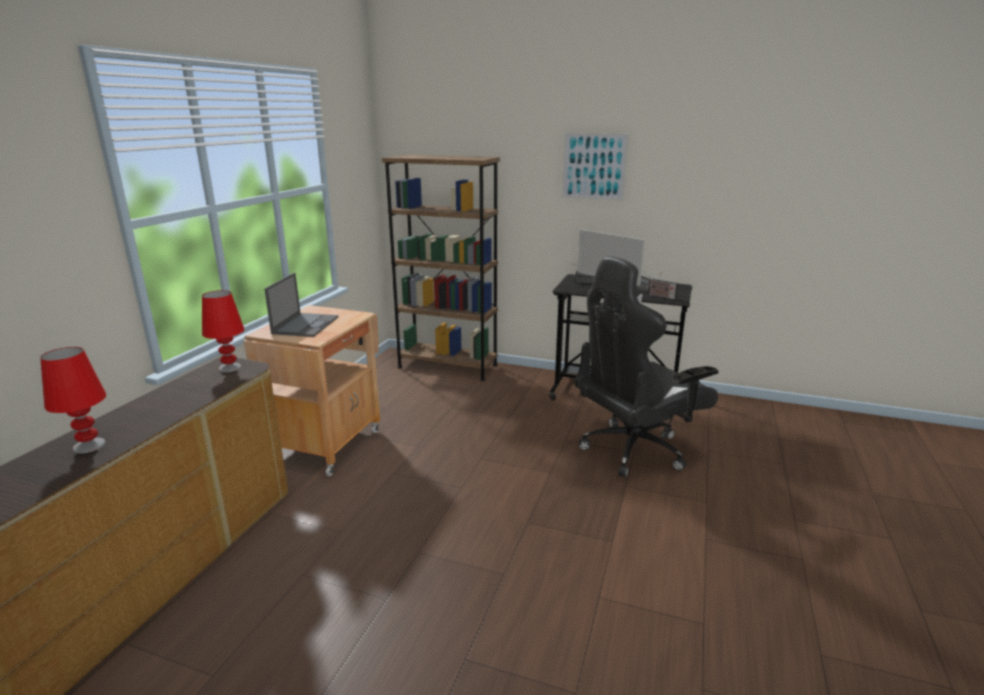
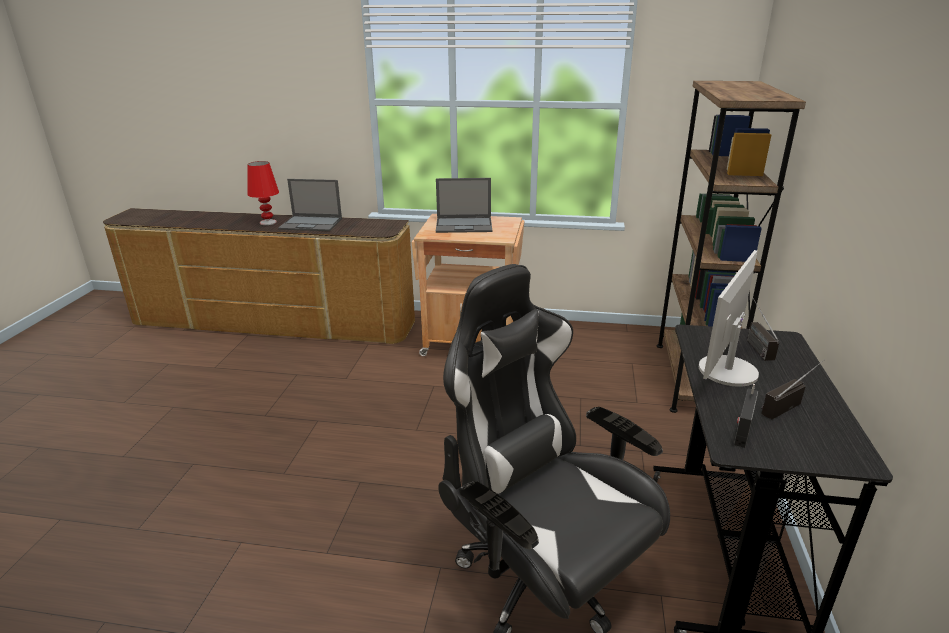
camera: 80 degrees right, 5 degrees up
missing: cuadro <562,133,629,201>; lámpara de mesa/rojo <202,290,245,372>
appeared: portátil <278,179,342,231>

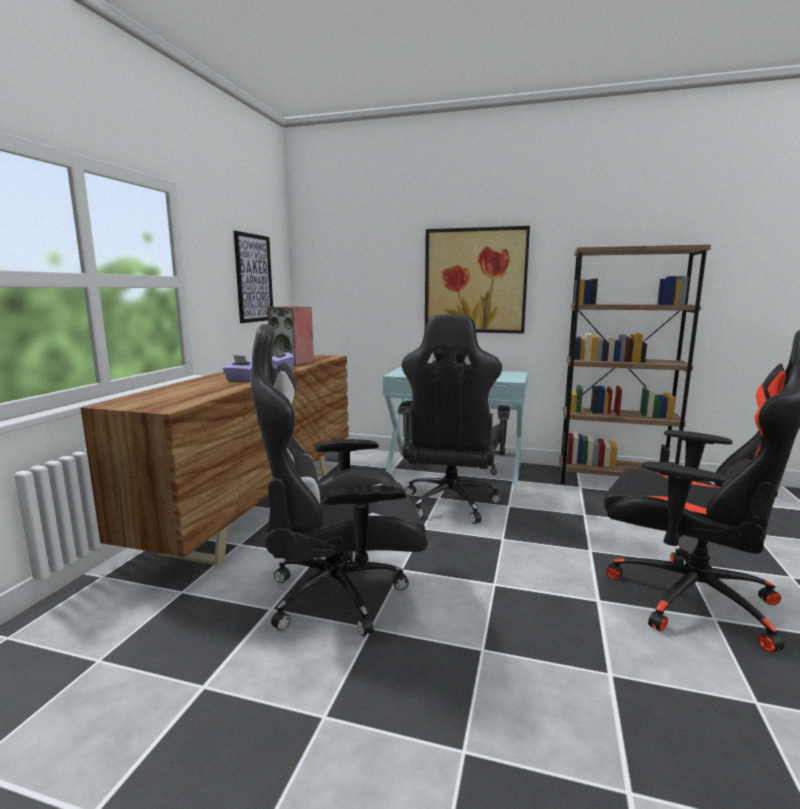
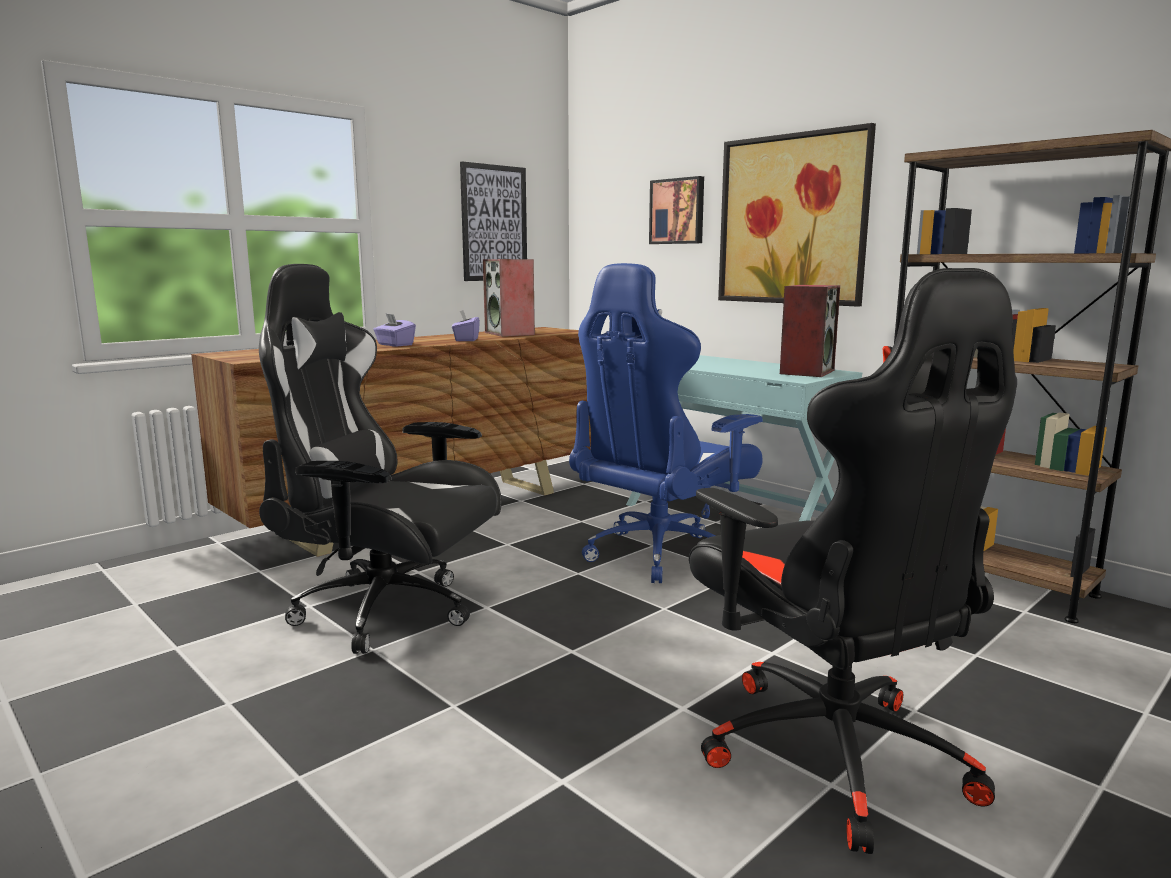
camera: 30 degrees right, 0 degrees up
appeared: cuadro <649,176,704,244>; altavoz <780,285,840,377>
colour: silla de oficina/negro <398,314,510,524> to silla de oficina/azul <569,263,763,583>

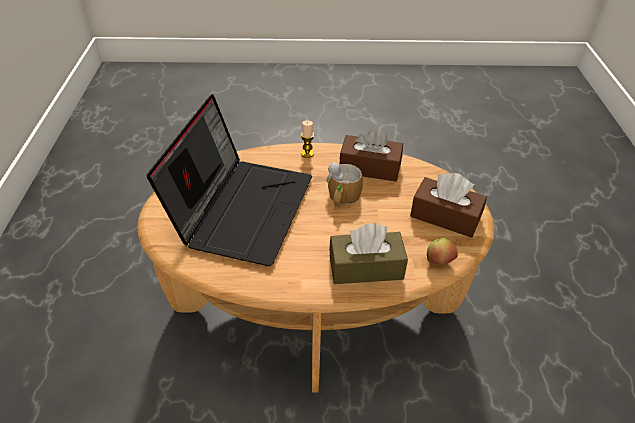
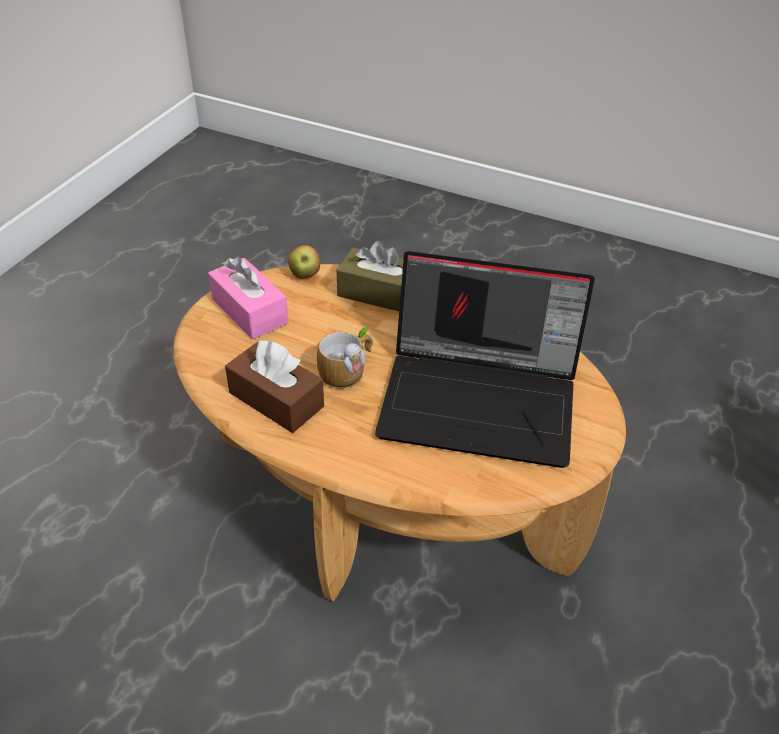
camera: 155 degrees left, 0 degrees up
missing: vela <301,121,314,158>
colour: caja de pañuelos/marrón <410,173,487,238> to caja de pañuelos/rosa <208,257,289,340>
spun: portátil <147,94,312,266> = <375,251,595,468> 120 degrees counterclockwise

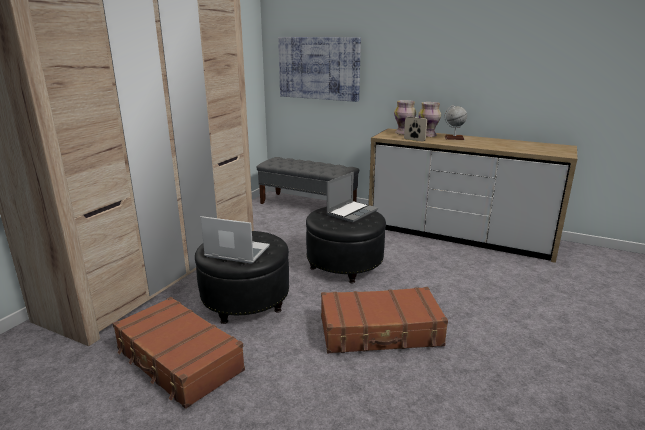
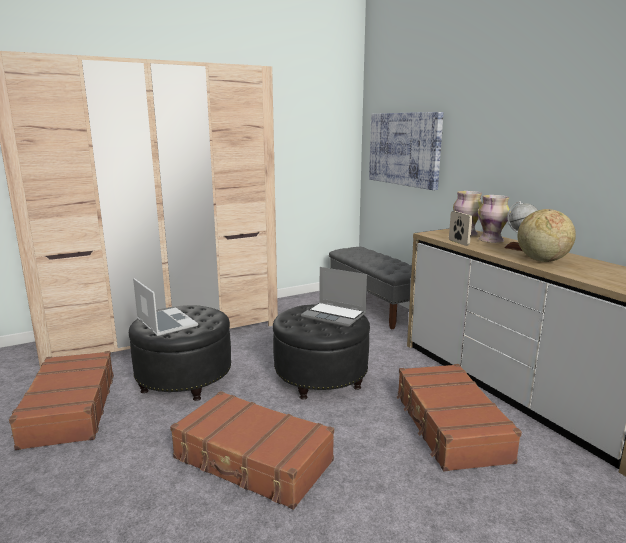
camera: 35 degrees right, 5 degrees down
appeared: globo terráqueo <518,209,576,262>; maleta/marrón <397,364,522,472>
spun: portátil <326,172,378,222> = <301,267,367,327> 45 degrees clockwise

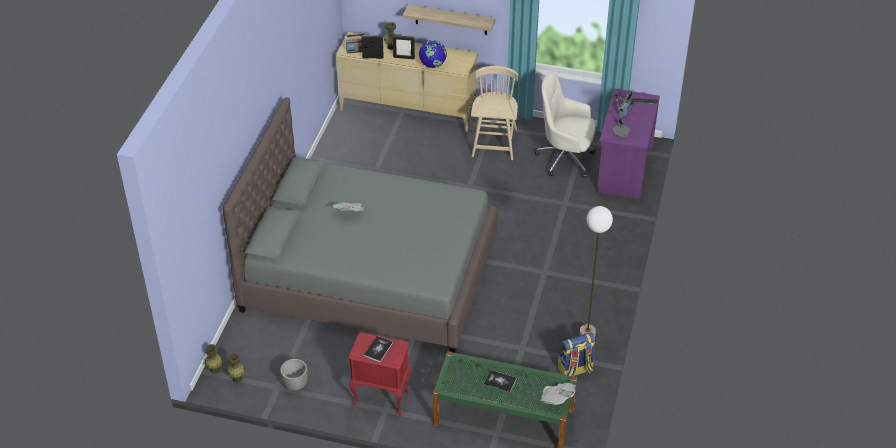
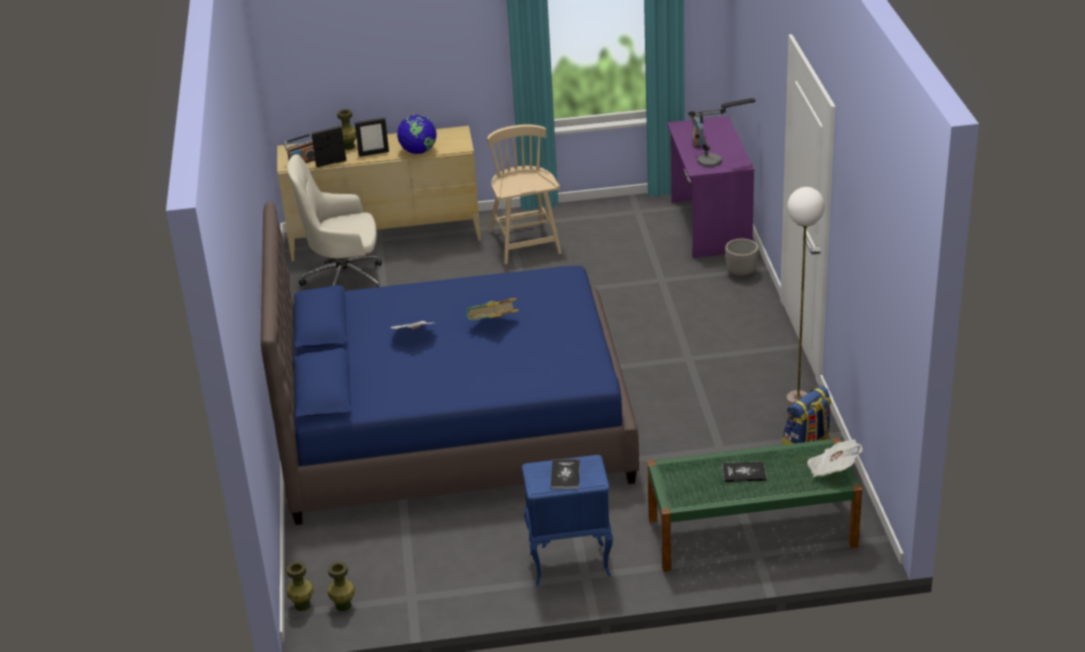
camera: 20 degrees left, 10 degrees down
missing: estante <403,4,495,35>
appeared: libro <466,298,518,321>
relocated: silla de oficina/beis <535,71,596,178> to <287,155,382,287>; maceta <280,359,308,390> to <725,239,759,277>
colour: cama/gris <222,97,497,353> to cama/azul <261,201,639,525>; mesita de noche/rojo <349,332,411,416> to mesita de noche/azul <522,455,613,586>

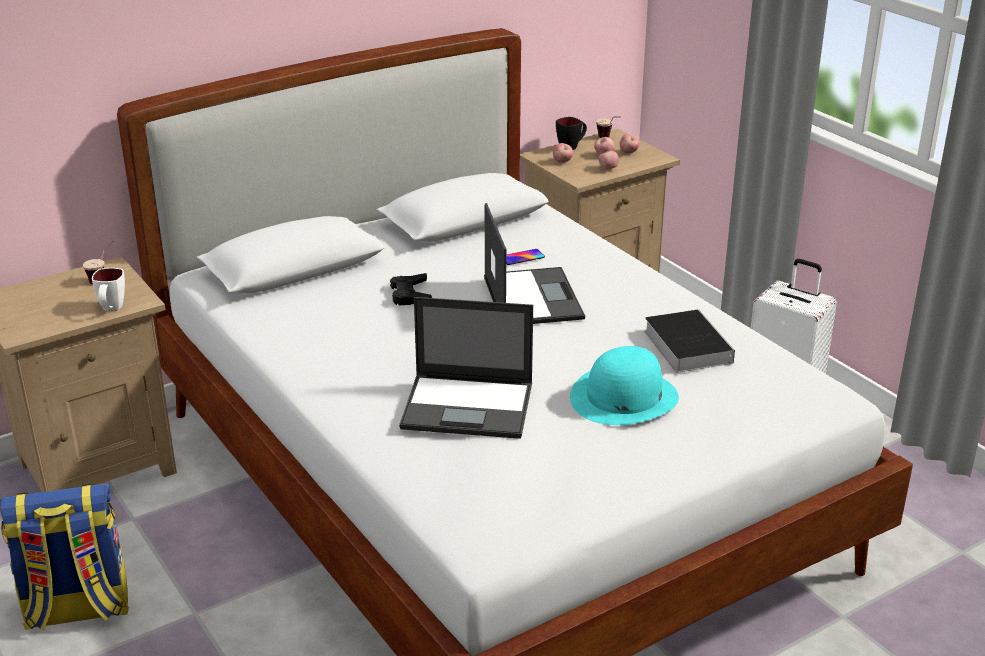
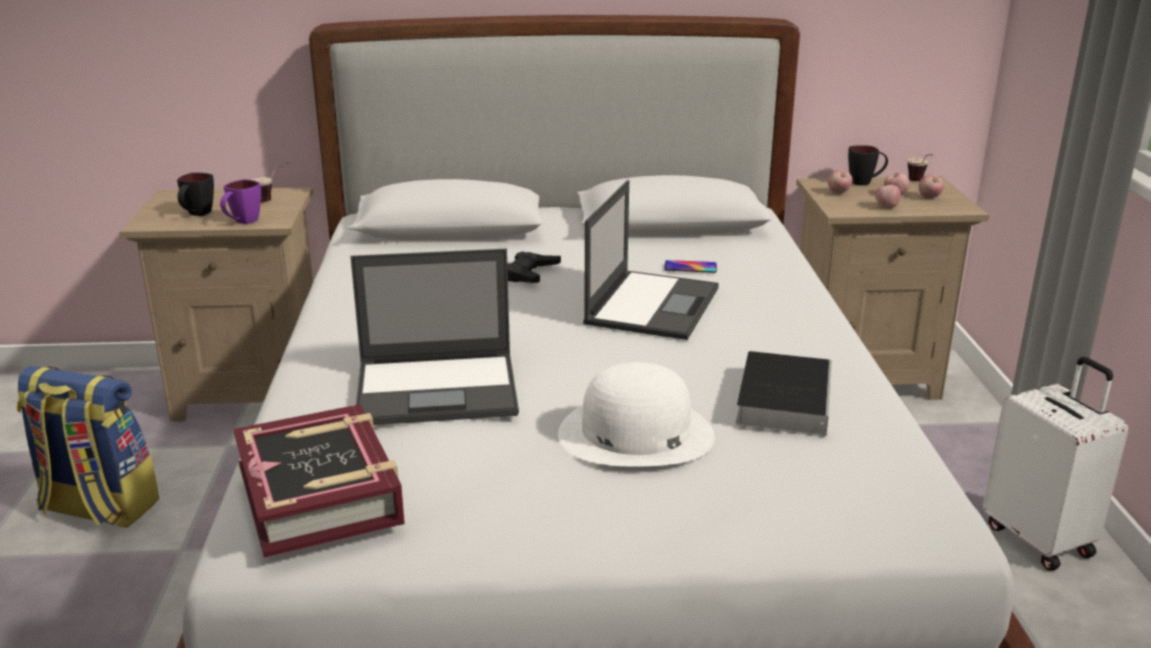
camera: 30 degrees right, 5 degrees down
appeared: taza grande/negro <177,173,214,216>; libro <234,404,405,558>
colour: taza grande/blanco <92,268,125,311> to taza grande/morado <220,179,261,224>; sombrero/turquesa <570,346,679,425> to sombrero/blanco <558,362,714,467>
spun: portátil <399,297,533,439> = <350,249,519,425> 45 degrees counterclockwise

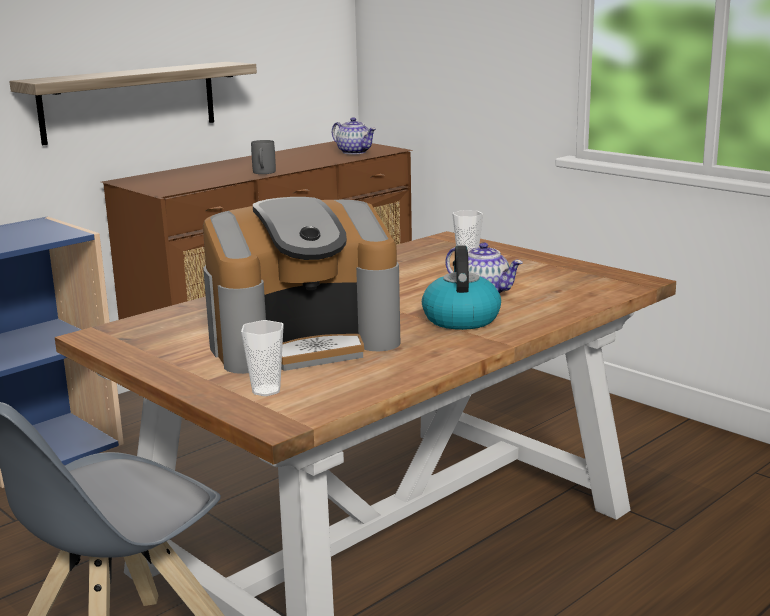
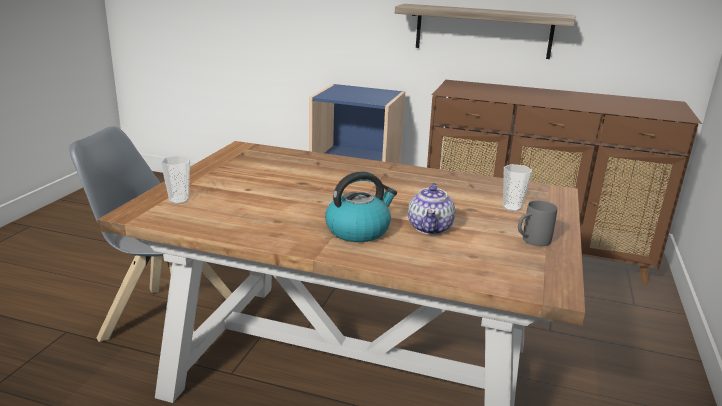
camera: 60 degrees right, 5 degrees up
missing: tetera <332,117,376,154>; cafetera <203,197,400,374>
relocated: taza grande/gris <251,140,276,174> to <518,201,557,246>

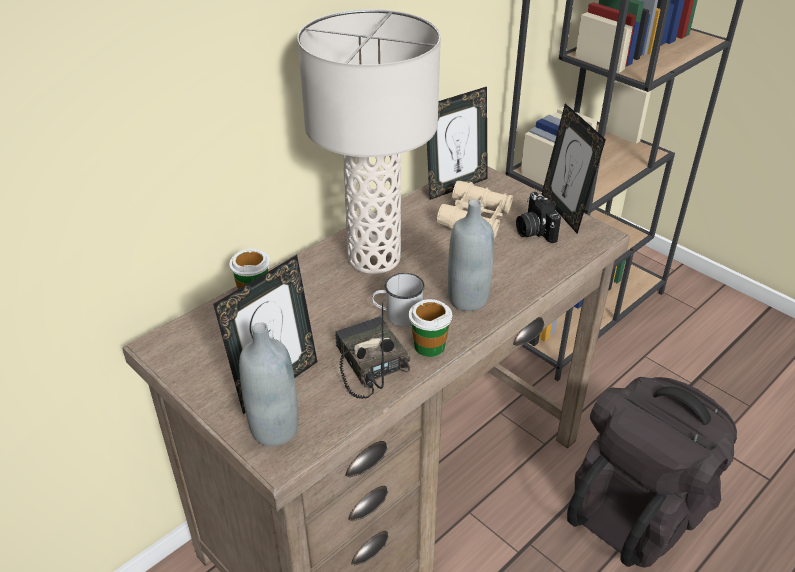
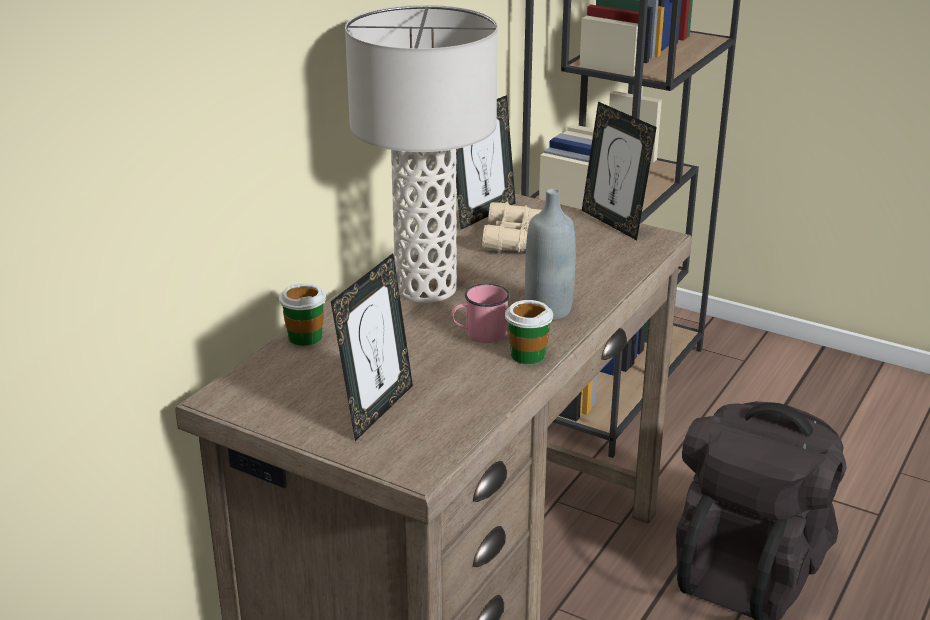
camera: 15 degrees left, 10 degrees down
missing: cámara <516,192,561,243>; radio <335,303,410,399>; botella/gris <239,323,298,446>
colour: taza grande/blanco <372,273,425,327> to taza grande/rosa <451,284,510,343>

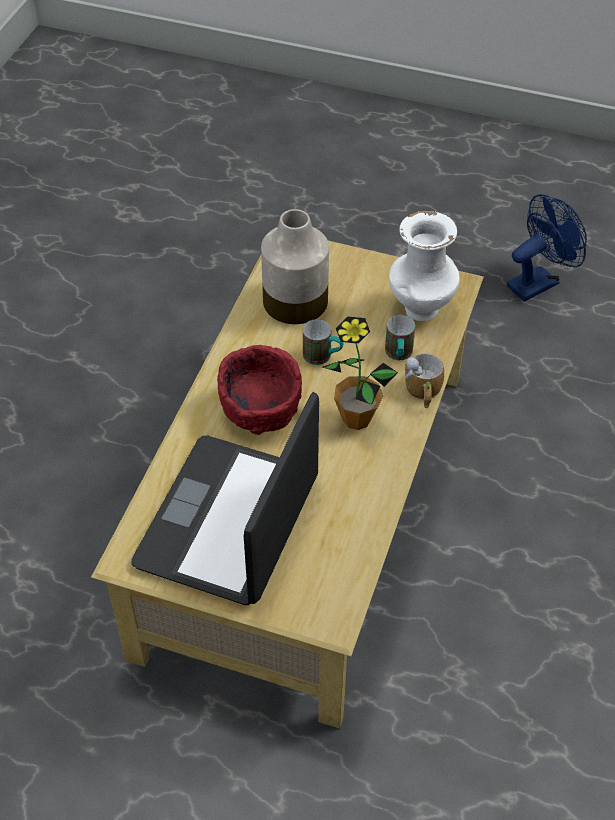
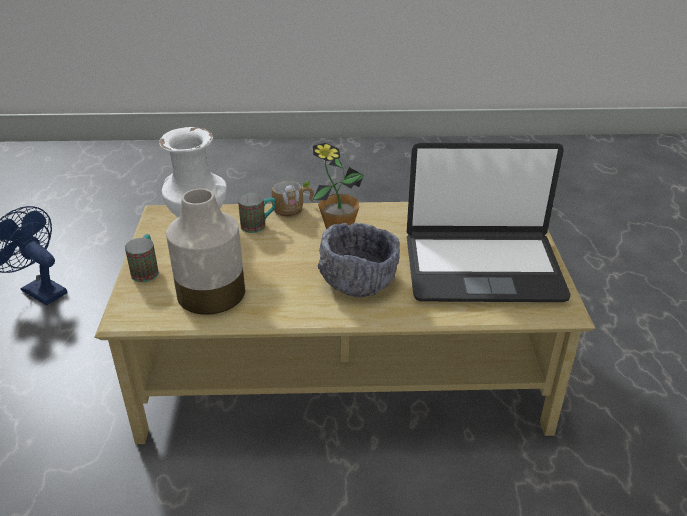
camera: 110 degrees left, 15 degrees down
relocated: taza grande <303,319,343,365> to <125,234,159,282>
colour: cuenco/rojo <217,345,302,435> to cuenco/gris <318,223,400,297>

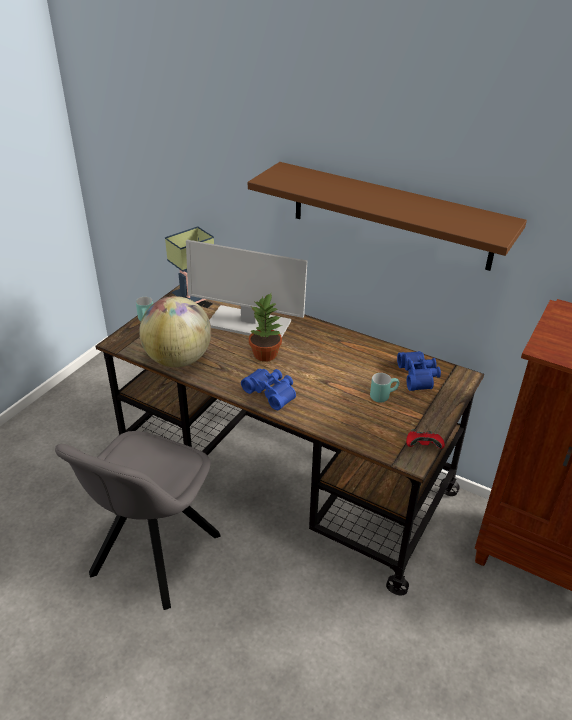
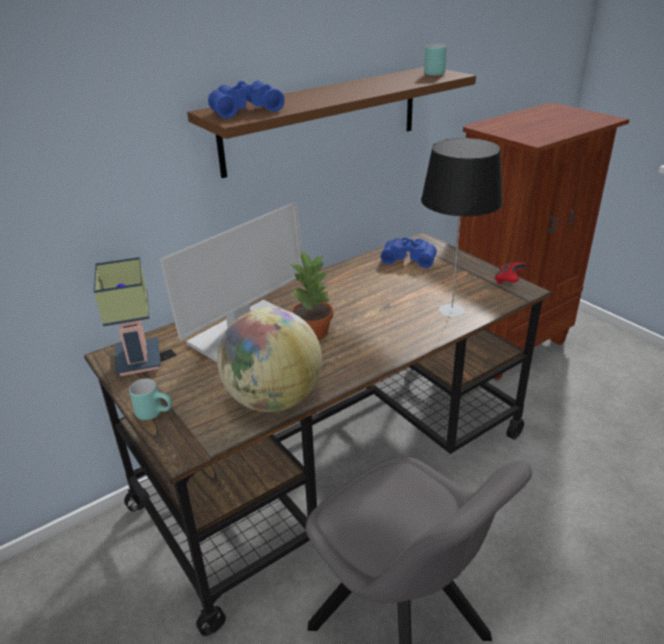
camera: 65 degrees left, 5 degrees down
appeared: lámpara de mesa <421,138,503,317>
relocated: prismáticos/azul <241,369,296,410> to <208,81,285,119>; taza grande/turquesa <370,373,399,403> to <424,44,447,76>

